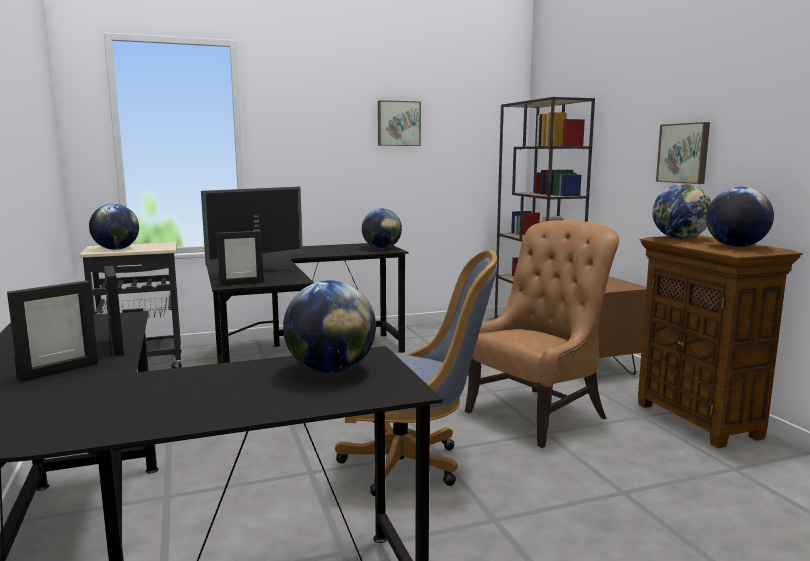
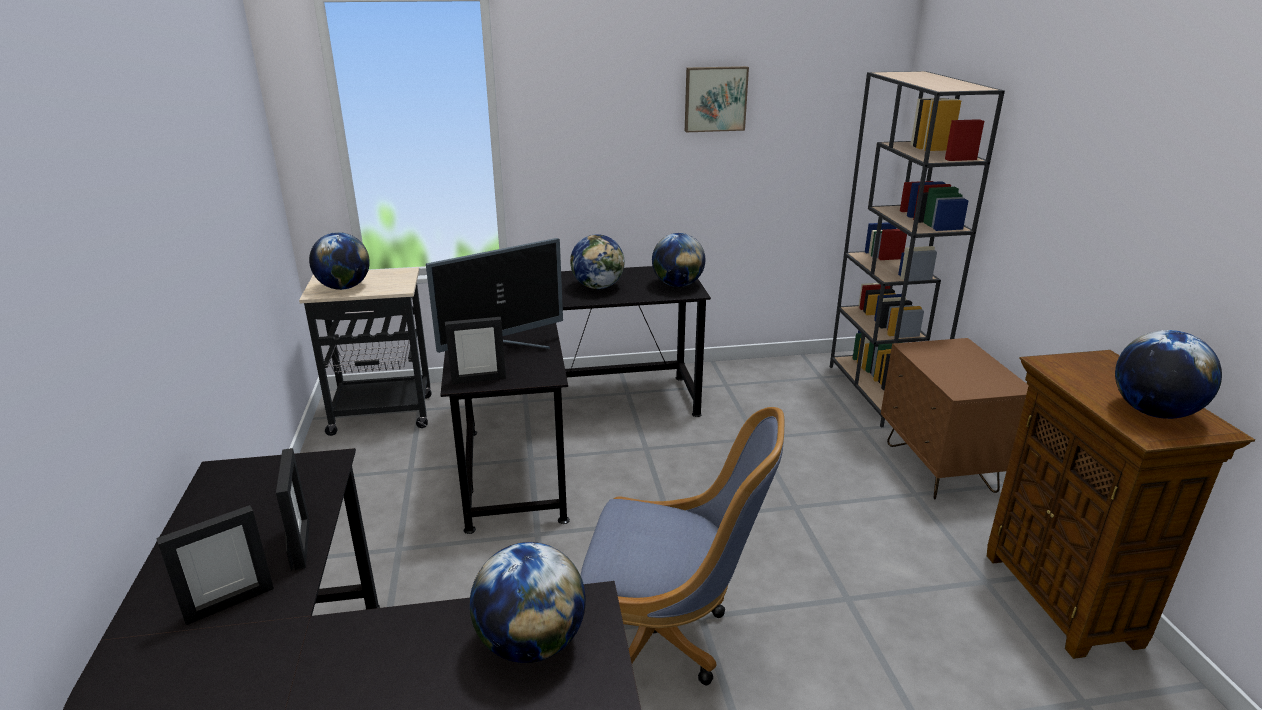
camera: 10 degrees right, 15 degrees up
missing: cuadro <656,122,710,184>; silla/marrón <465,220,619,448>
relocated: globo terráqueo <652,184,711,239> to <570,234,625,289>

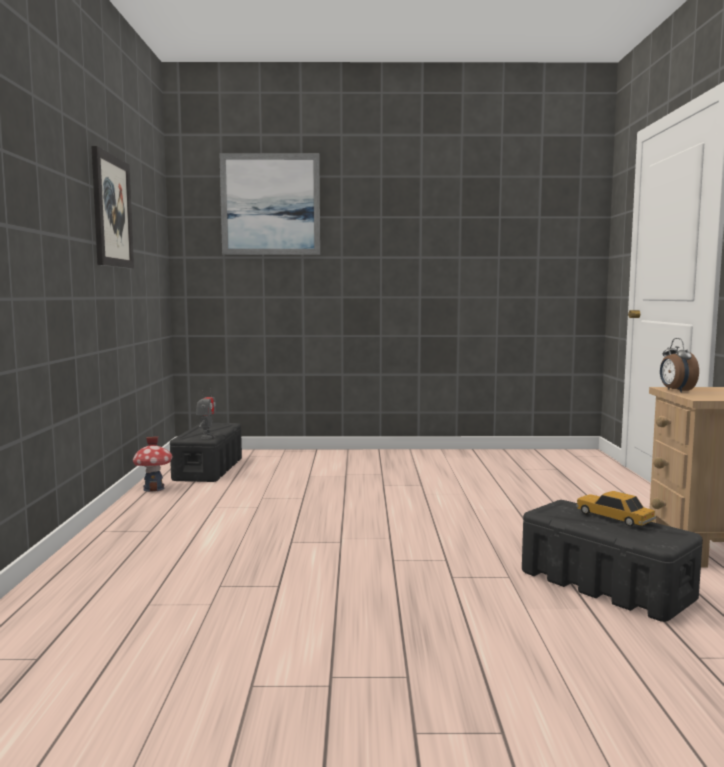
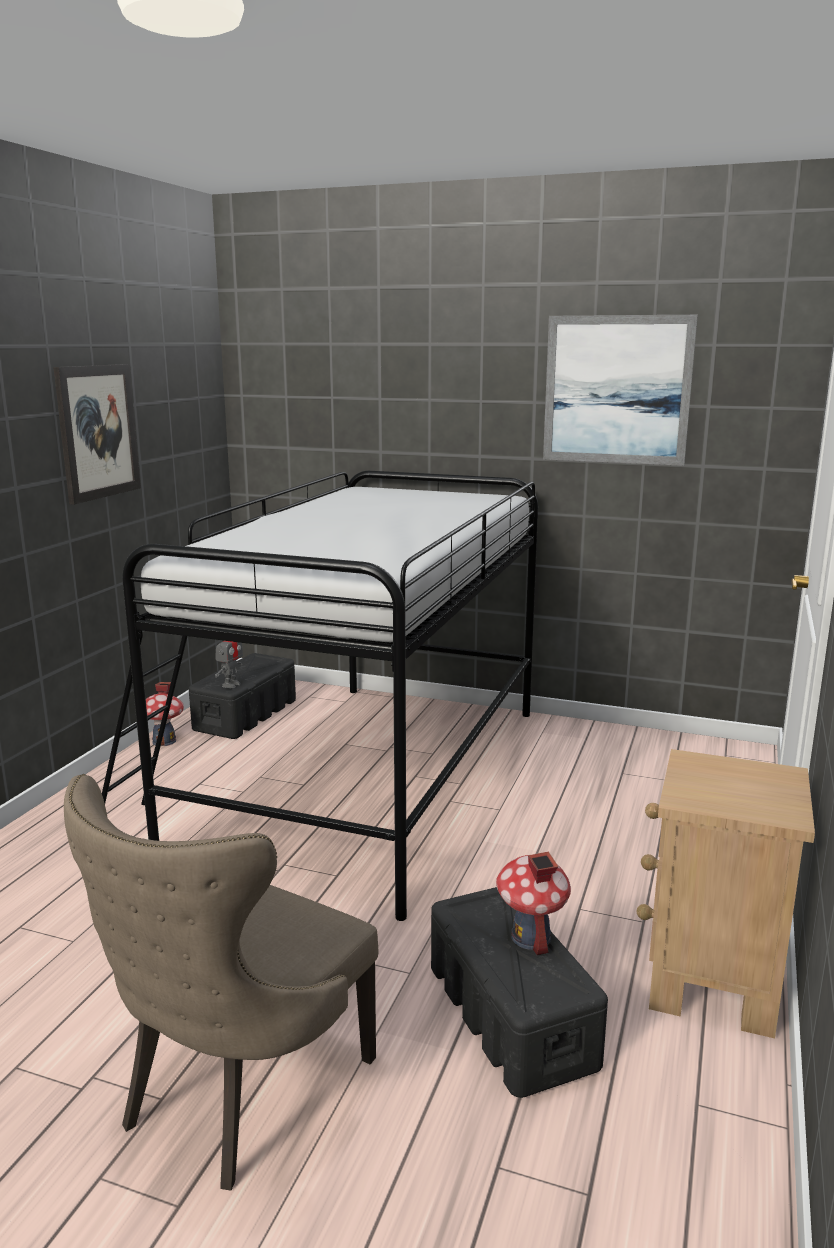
camera: 20 degrees right, 10 degrees up
missing: despertador <660,338,699,393>
appeared: cama/negro <102,471,538,921>; silla/beis <64,774,378,1190>
relocated: cuadro <219,153,320,255> to <543,315,698,466>
exchanged: coche de juguete <576,491,656,526> to casita <496,852,571,955>

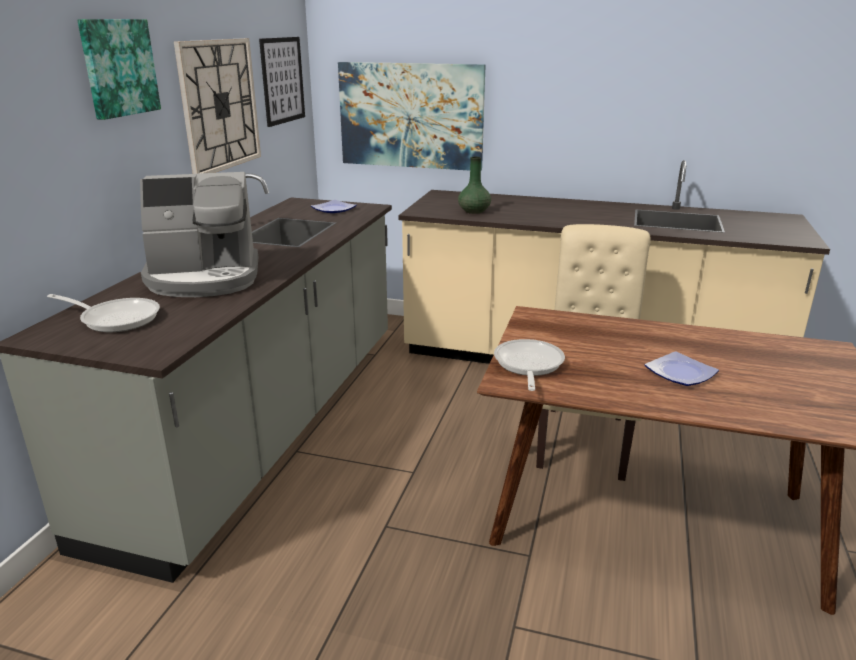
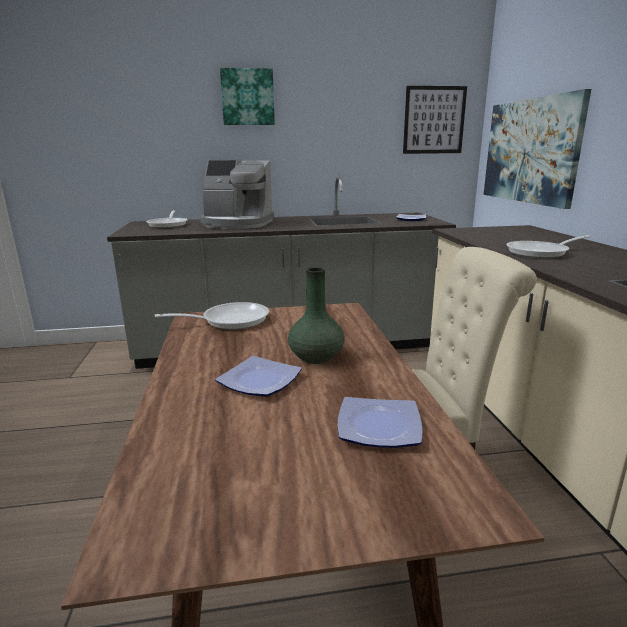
camera: 65 degrees right, 5 degrees down
missing: reloj de pared <174,38,261,174>
appeared: sartén <506,235,591,258>; plato <338,397,422,448>
relocated: florero/verde <458,156,491,214> to <288,267,345,364>
spun: cafetera <140,172,258,297> = <200,160,274,229> 45 degrees counterclockwise

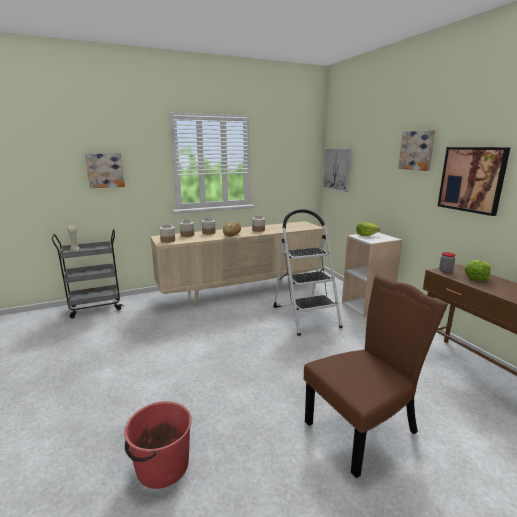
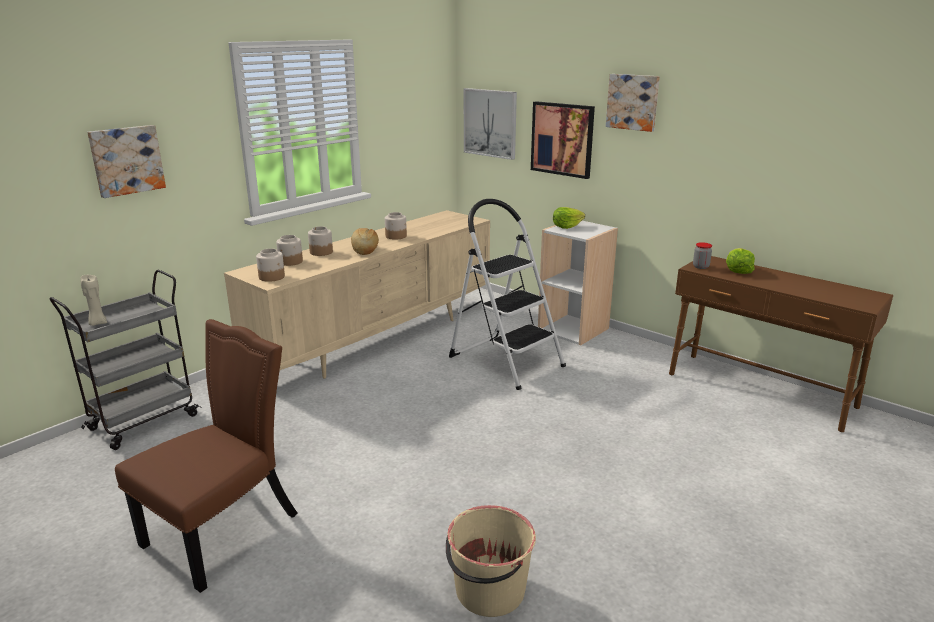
camera: 25 degrees left, 5 degrees up
relocated: cuadro <438,147,511,216> to <531,101,595,179>; silla/marrón <303,276,448,478> to <115,319,298,593>
colour: cubo/rojo <124,401,192,489> to cubo/beis <446,505,536,617>

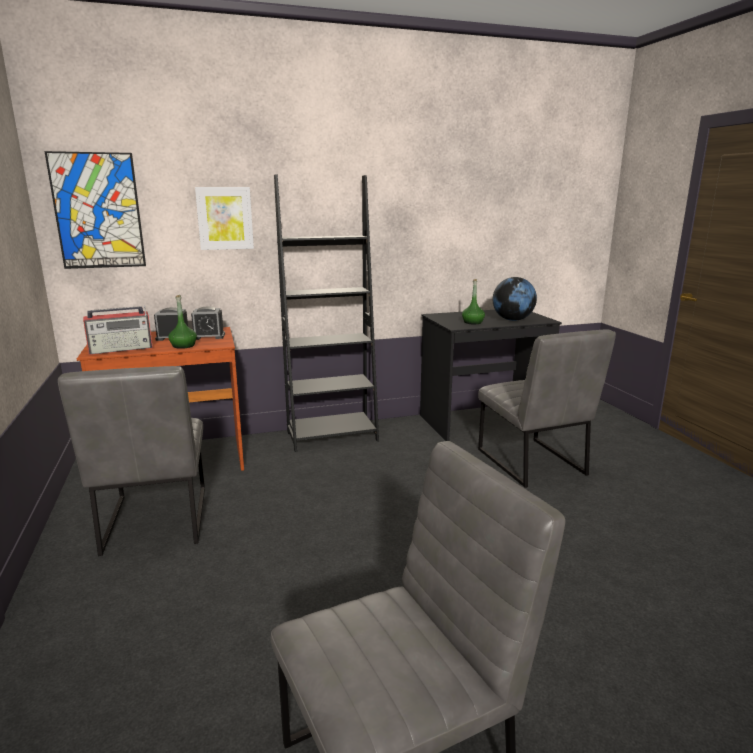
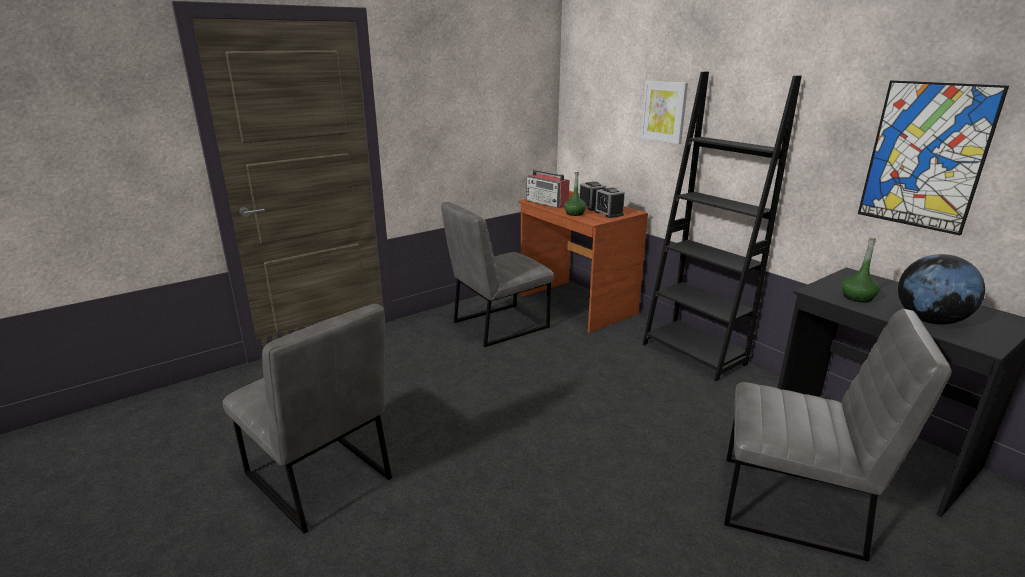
camera: 70 degrees right, 5 degrees up
relocated: cuadro <45,151,146,269> to <858,80,1009,236>
spun: silla/gris <478,329,616,488> = <724,309,952,562> 120 degrees counterclockwise

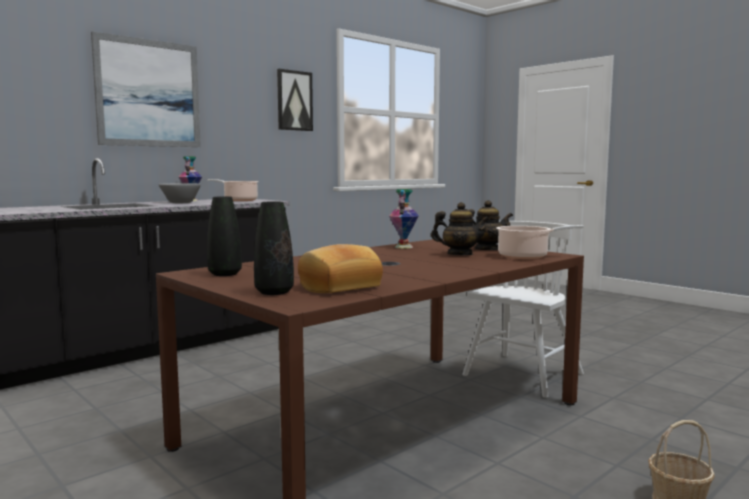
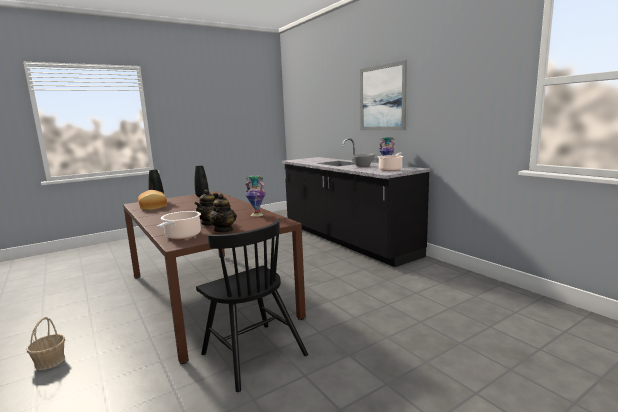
camera: 100 degrees right, 5 degrees up
missing: cuadro <277,69,313,131>
colour: silla/blanco <462,221,584,398> to silla/negro <196,219,308,392>

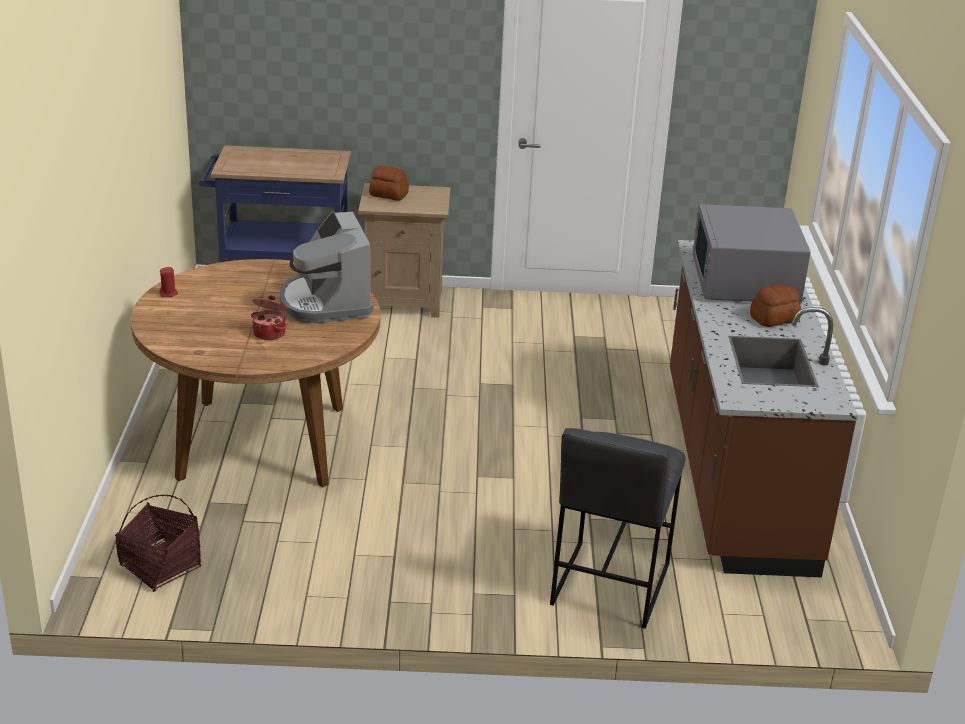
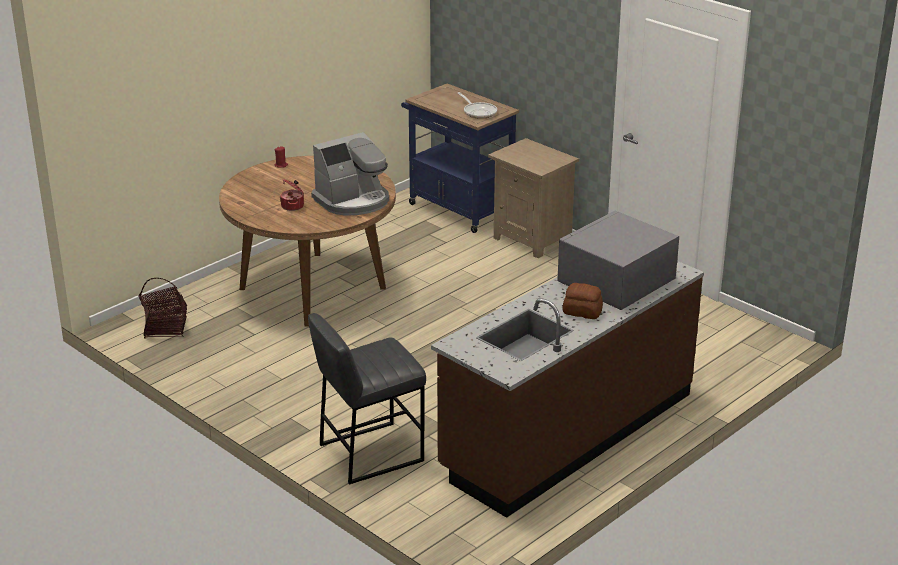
camera: 45 degrees right, 0 degrees up
missing: pan <369,166,409,201>
appeared: sartén <458,92,497,119>
spun: cafetera <280,212,374,323> = <311,132,389,216> 150 degrees counterclockwise

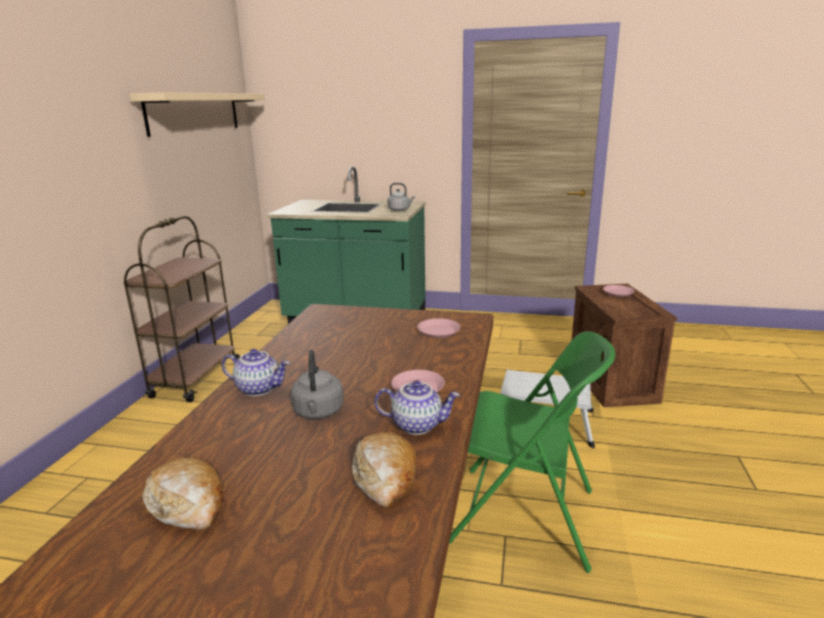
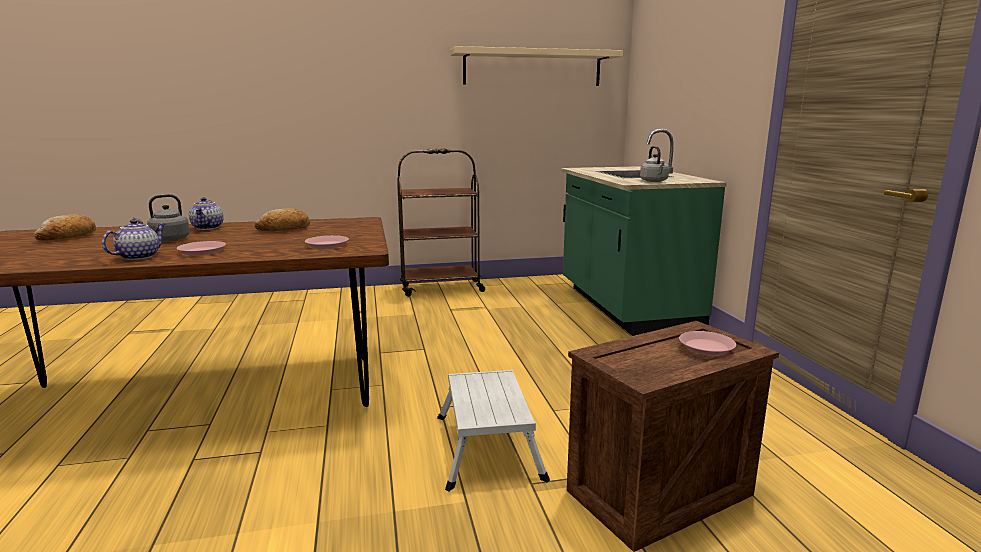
camera: 65 degrees right, 5 degrees down
missing: silla/verde <449,331,615,573>
relocated: pan <352,432,416,507> to <254,208,310,231>
spun: tetera <374,380,460,435> = <102,219,166,260> 135 degrees counterclockwise

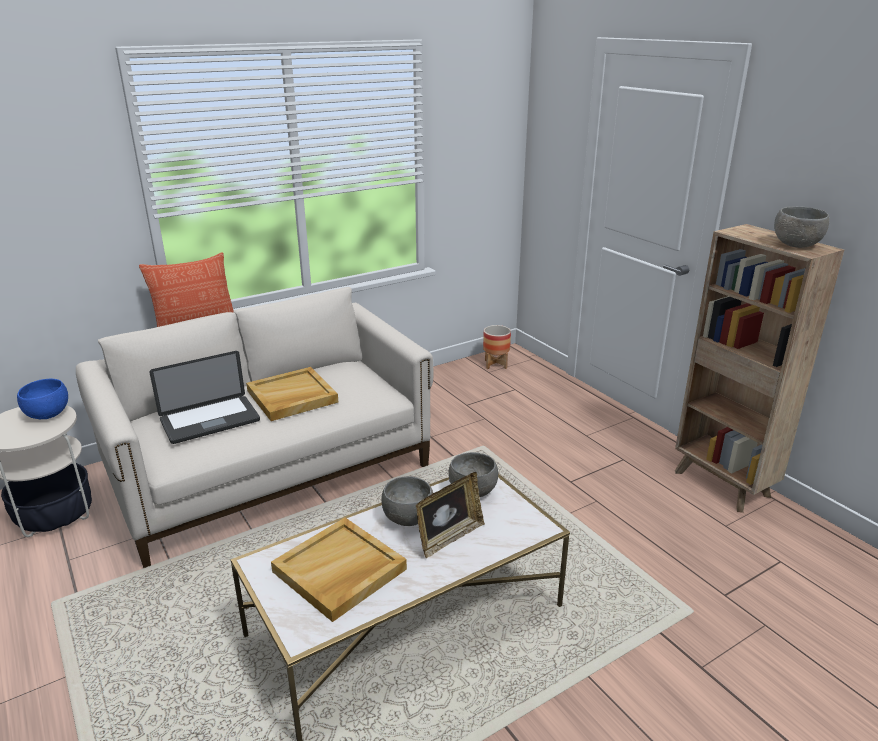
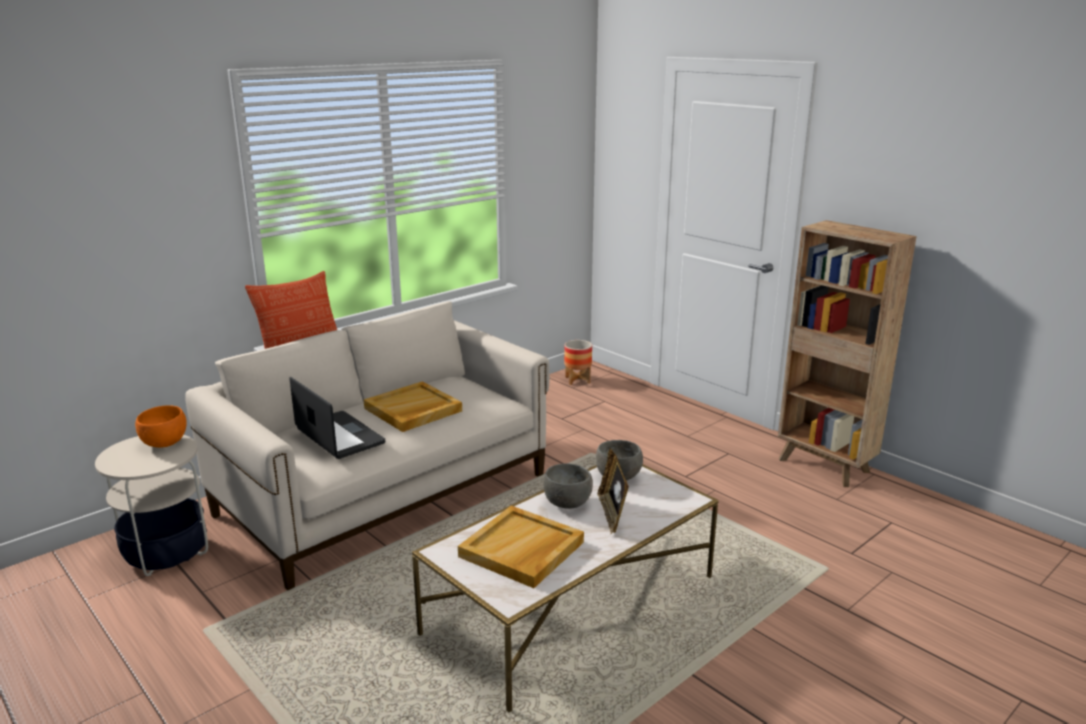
camera: 10 degrees left, 5 degrees down
missing: cuenco/gris <774,206,830,248>
colour: cuenco/azul <17,379,68,419> to cuenco/naranja <135,405,187,448>
spun: portátil <149,351,260,444> = <289,377,385,459> 90 degrees counterclockwise; portarretratos <416,472,485,558> = <597,448,629,534> 135 degrees clockwise

